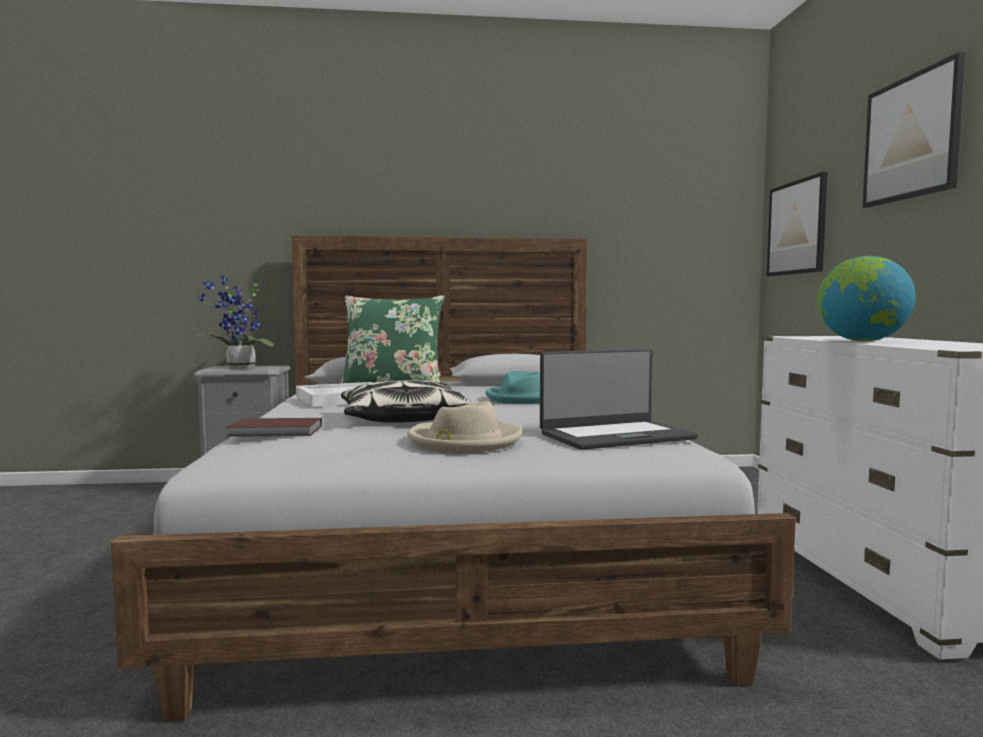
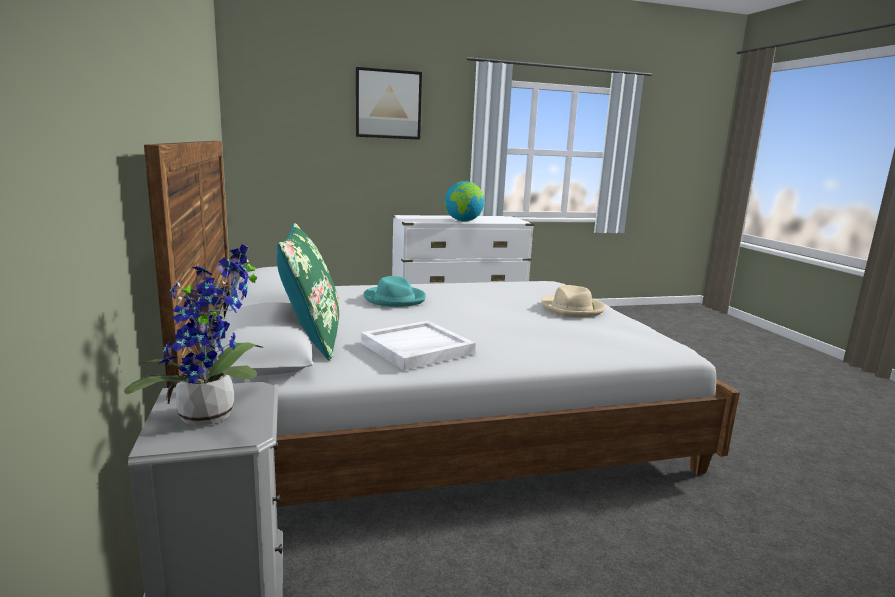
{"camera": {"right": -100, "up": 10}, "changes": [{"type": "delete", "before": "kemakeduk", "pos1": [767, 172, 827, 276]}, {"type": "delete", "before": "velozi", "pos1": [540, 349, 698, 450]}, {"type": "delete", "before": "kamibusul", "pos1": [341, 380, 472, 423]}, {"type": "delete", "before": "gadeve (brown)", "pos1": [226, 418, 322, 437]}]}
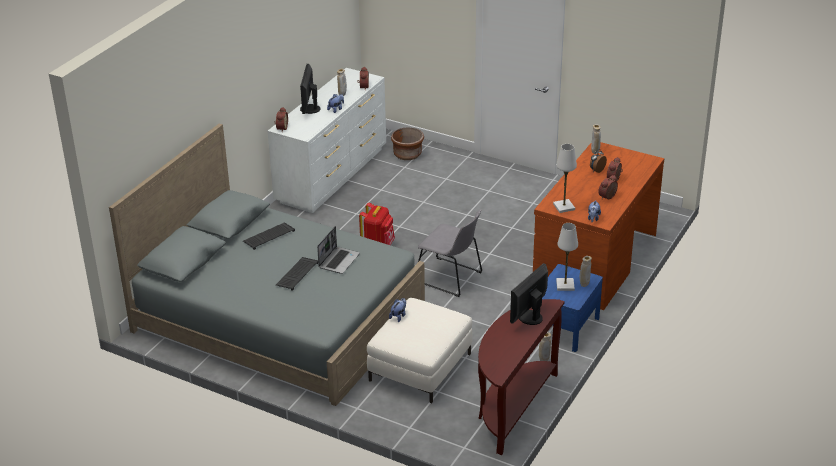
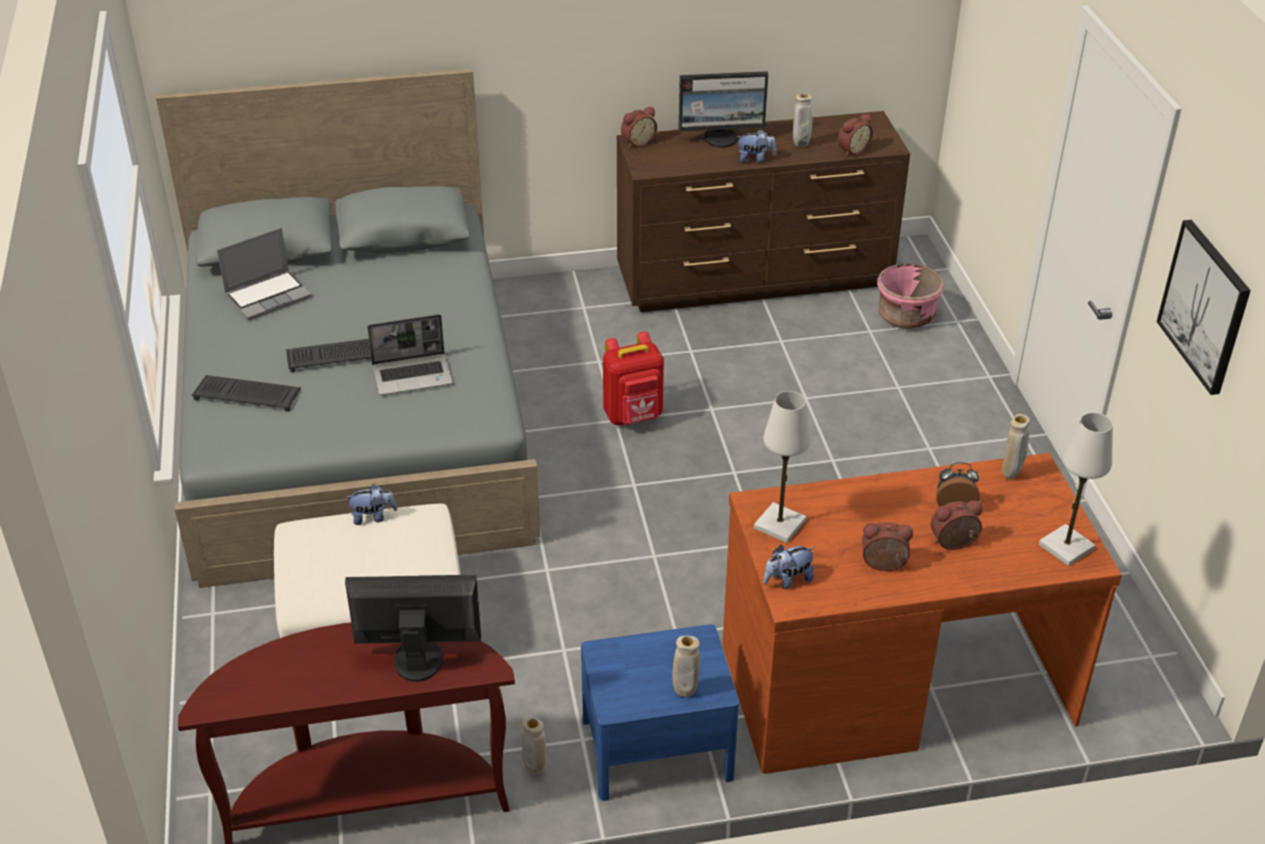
{"camera": {"right": 50, "up": 5}, "changes": [{"type": "rotate", "before": "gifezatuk", "pos1": [300, 64, 320, 114], "pos2": [678, 71, 768, 148], "turn": -150}, {"type": "recolor", "before": "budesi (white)", "after": "budesi (brown)", "pos1": [268, 68, 386, 213], "pos2": [617, 111, 910, 312]}, {"type": "recolor", "before": "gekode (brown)", "after": "gekode (pink)", "pos1": [391, 128, 424, 160], "pos2": [877, 263, 944, 329]}, {"type": "delete", "before": "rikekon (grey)", "pos1": [418, 210, 482, 297]}, {"type": "move", "before": "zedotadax", "pos1": [243, 222, 295, 250], "pos2": [192, 375, 301, 412]}, {"type": "move", "before": "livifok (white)", "pos1": [556, 223, 578, 291], "pos2": [1039, 413, 1113, 566]}, {"type": "insert", "after": "kemakeduk", "pos2": [1157, 220, 1251, 395]}, {"type": "insert", "after": "velozi", "pos2": [217, 227, 312, 320]}]}
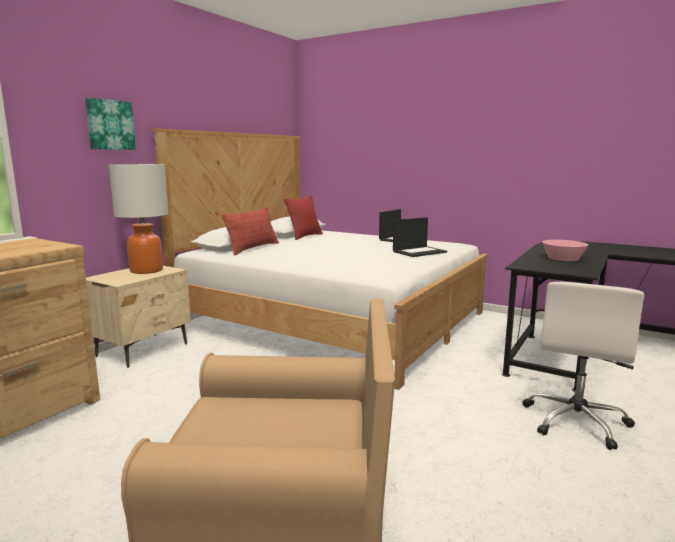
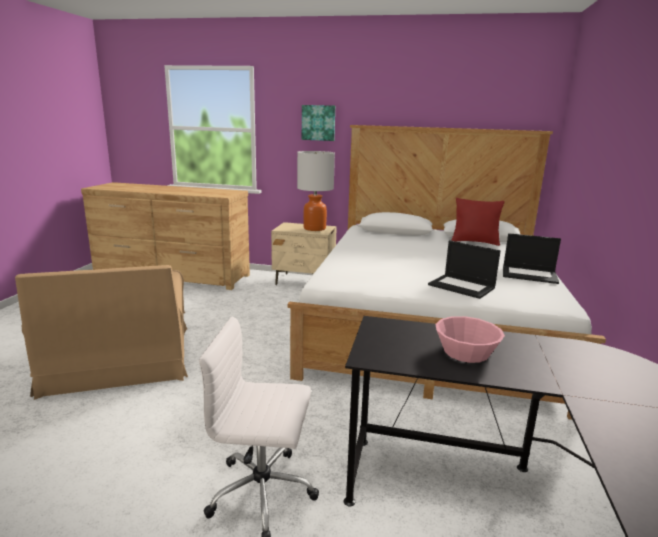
{"camera": {"right": 70, "up": 5}, "changes": [{"type": "delete", "before": "kamibusul", "pos1": [221, 207, 279, 256]}]}
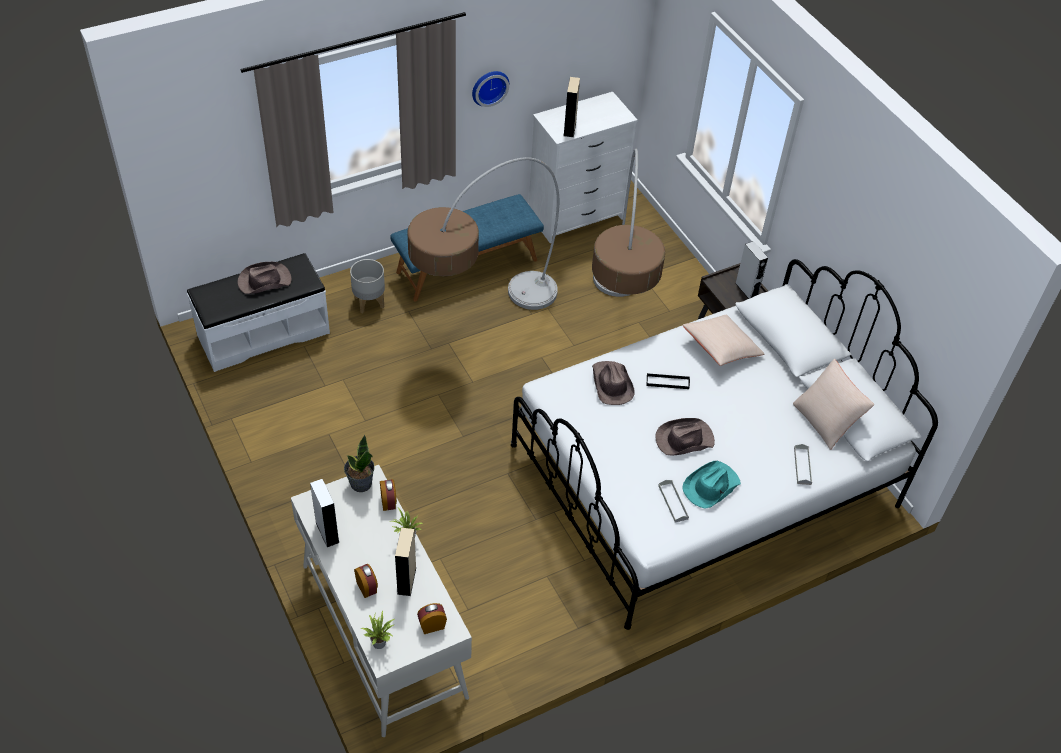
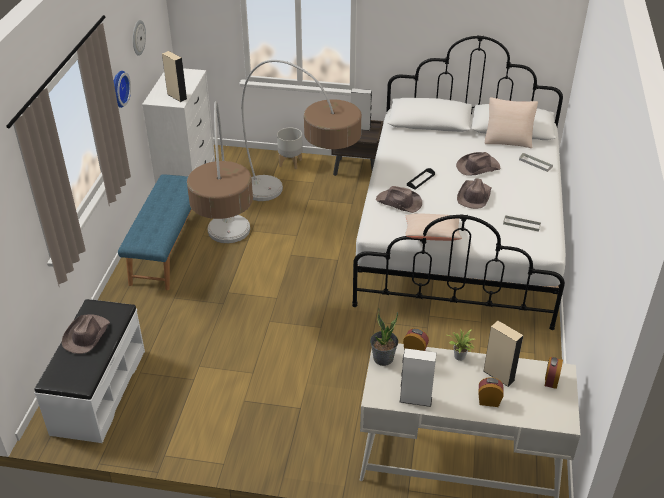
{"camera": {"right": -50, "up": -10}, "changes": [{"type": "move", "before": "gekode (grey)", "pos1": [350, 259, 385, 314], "pos2": [277, 127, 303, 169]}, {"type": "move", "before": "kamibusul (beige)", "pos1": [683, 315, 764, 366], "pos2": [405, 213, 462, 241]}, {"type": "delete", "before": "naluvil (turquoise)", "pos1": [682, 461, 741, 509]}, {"type": "delete", "before": "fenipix", "pos1": [361, 610, 394, 649]}, {"type": "insert", "after": "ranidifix", "pos2": [133, 20, 146, 56]}, {"type": "insert", "after": "naluvil (brown)", "pos2": [456, 152, 500, 176]}]}
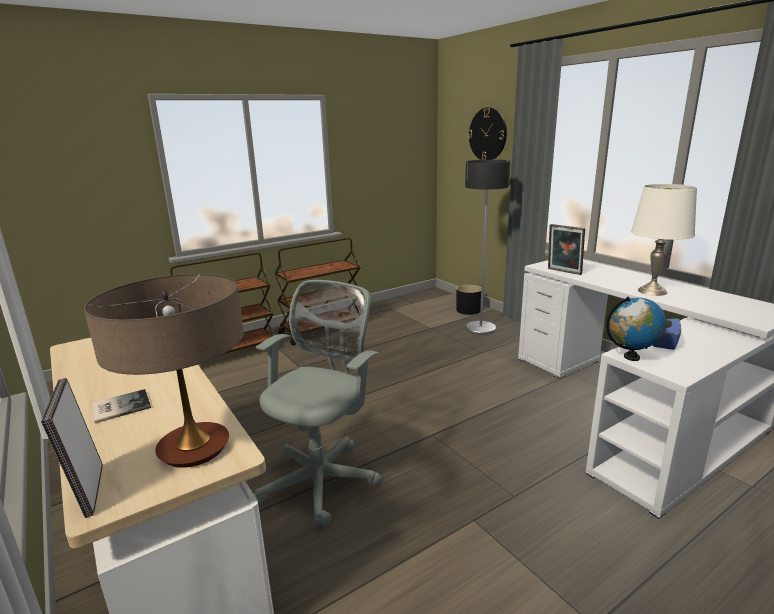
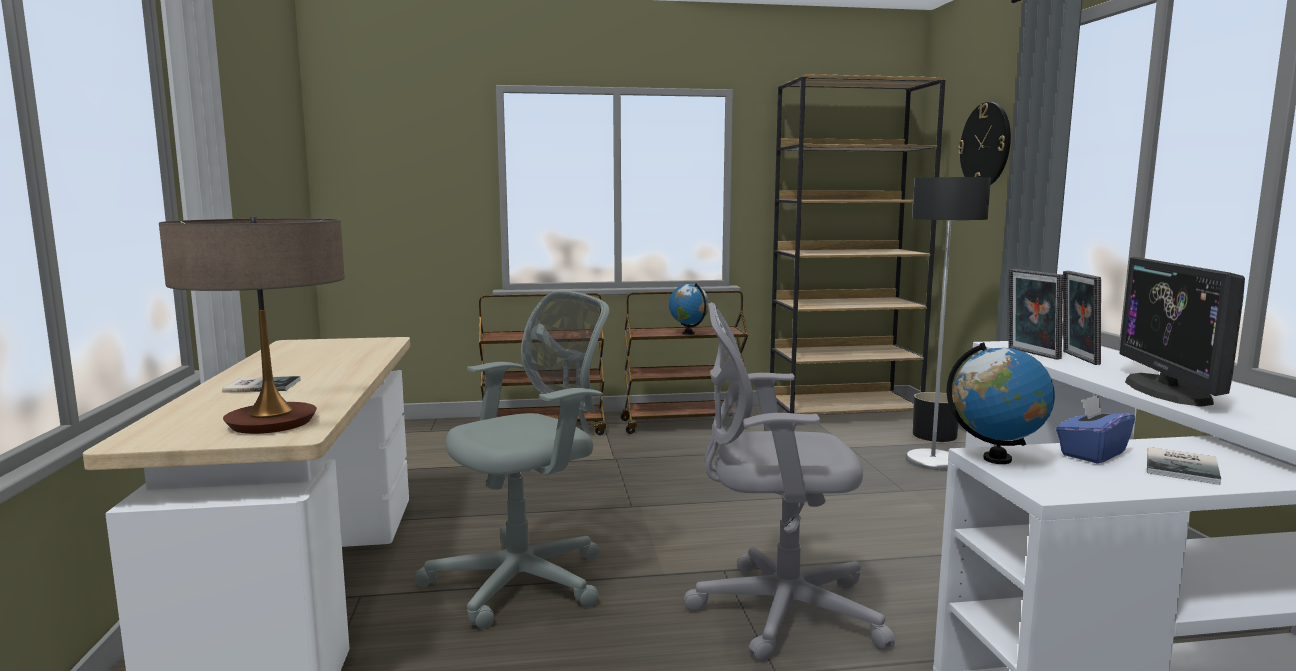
{"camera": {"right": 25, "up": -10}, "changes": [{"type": "replace", "before": "livifok (white)", "after": "gifezatuk", "pos1": [631, 184, 697, 296], "pos2": [1120, 257, 1245, 407]}, {"type": "move", "before": "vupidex", "pos1": [41, 378, 103, 518], "pos2": [1063, 271, 1101, 365]}, {"type": "insert", "after": "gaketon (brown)", "pos2": [770, 74, 946, 414]}, {"type": "insert", "after": "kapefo", "pos2": [669, 283, 709, 335]}, {"type": "insert", "after": "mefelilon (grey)", "pos2": [684, 302, 895, 662]}, {"type": "insert", "after": "gadeve", "pos2": [1147, 447, 1221, 485]}]}
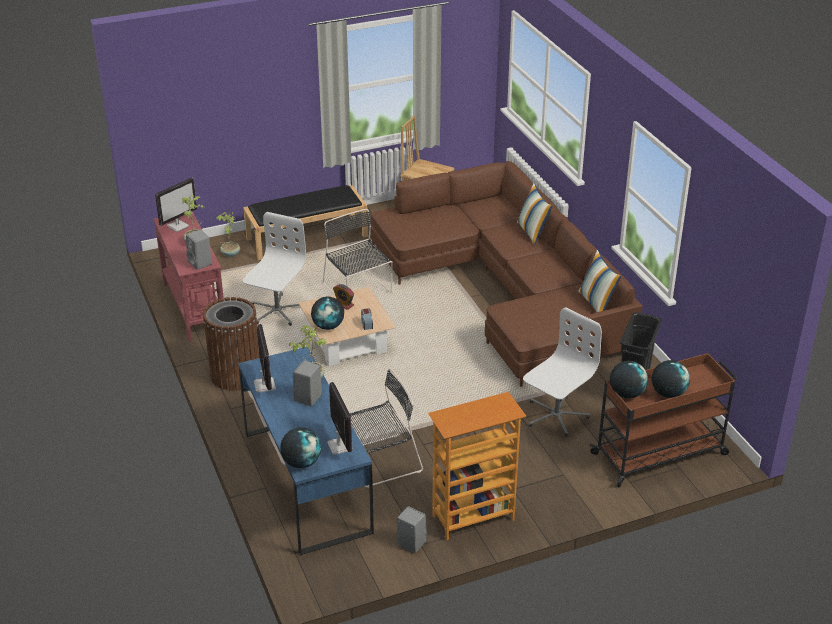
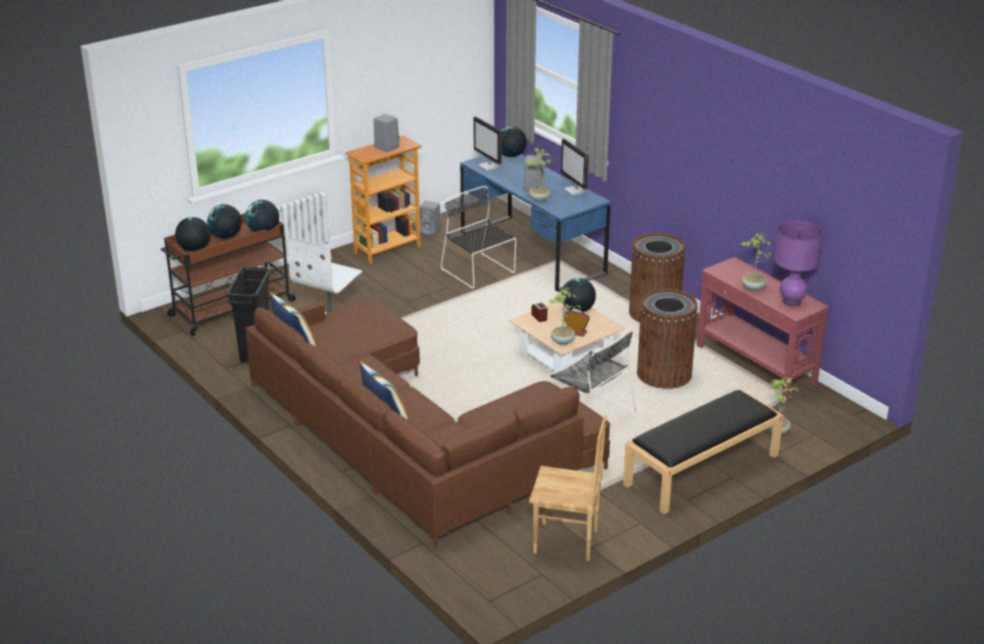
{"camera": {"right": 165, "up": -5}, "changes": [{"type": "replace", "before": "gifezatuk", "after": "livifok (purple)", "pos1": [155, 178, 197, 232], "pos2": [774, 221, 823, 307]}, {"type": "replace", "before": "mefelilon (white)", "after": "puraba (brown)", "pos1": [243, 212, 306, 326], "pos2": [637, 289, 698, 389]}, {"type": "move", "before": "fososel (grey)", "pos1": [186, 230, 212, 270], "pos2": [374, 114, 399, 152]}, {"type": "rotate", "before": "rikekon (black)", "pos1": [350, 368, 423, 488], "pos2": [441, 186, 516, 289], "turn": 90}, {"type": "insert", "after": "kapefo", "pos2": [175, 217, 210, 252]}, {"type": "insert", "after": "fenipix", "pos2": [548, 286, 581, 345]}]}
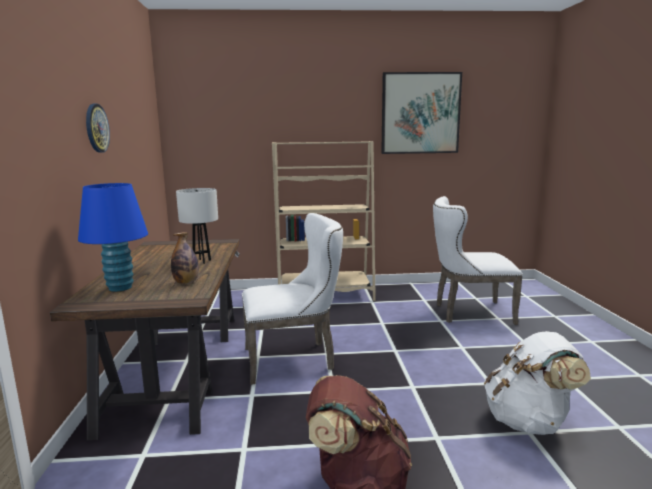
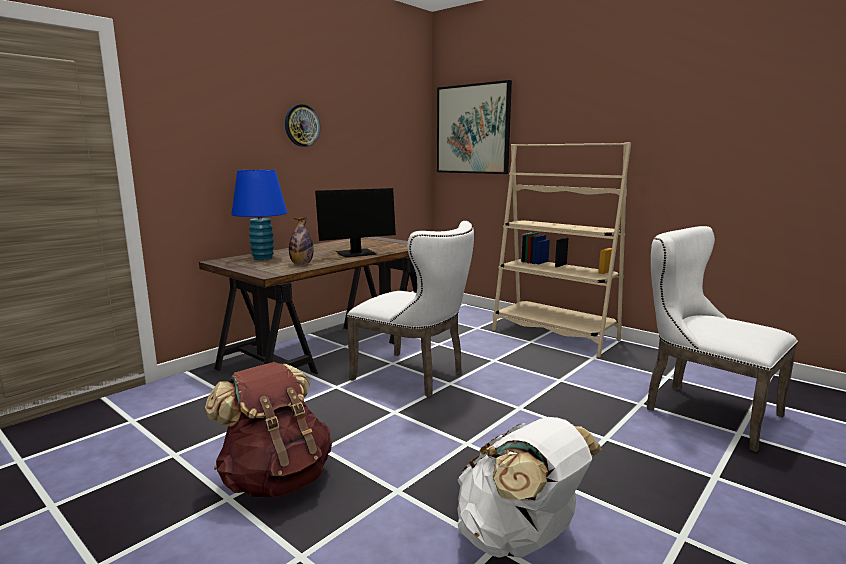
{"camera": {"right": 45, "up": 0}, "changes": [{"type": "move", "before": "kemakeduk", "pos1": [381, 72, 462, 154], "pos2": [437, 80, 512, 174]}, {"type": "replace", "before": "livifok (white)", "after": "gifezatuk", "pos1": [176, 188, 218, 264], "pos2": [315, 188, 396, 257]}]}
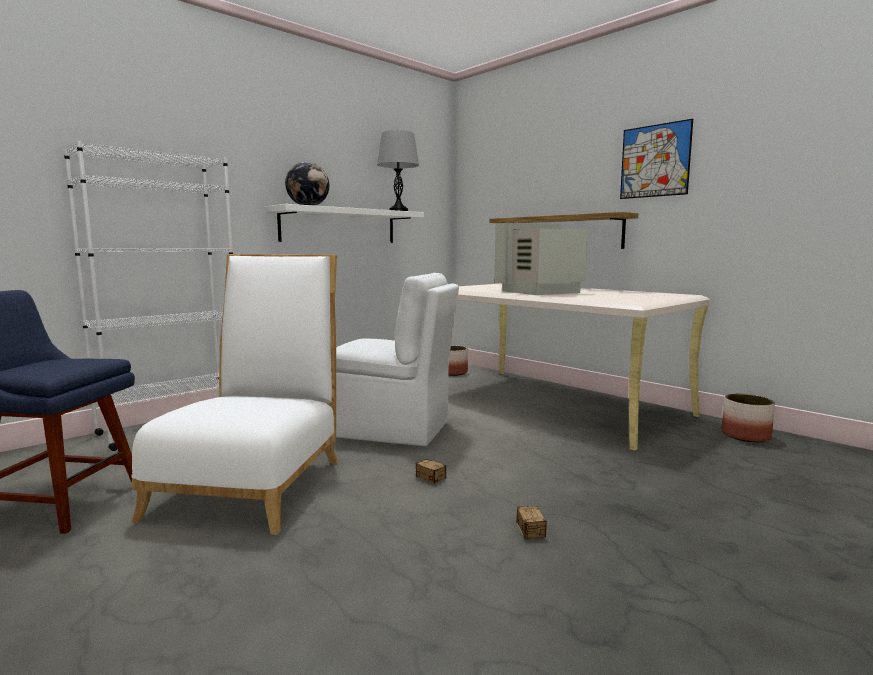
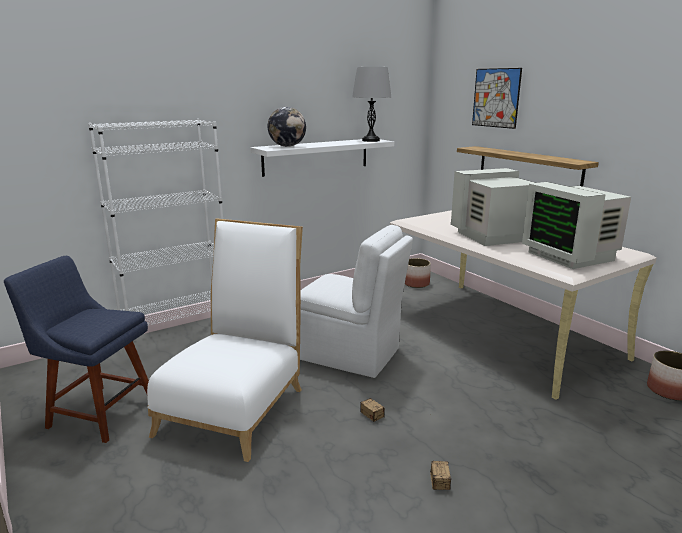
{"camera": {"right": 10, "up": 10}, "changes": [{"type": "move", "before": "kemakeduk", "pos1": [620, 119, 693, 199], "pos2": [472, 68, 522, 129]}, {"type": "insert", "after": "gifezatuk", "pos2": [522, 182, 631, 269]}]}
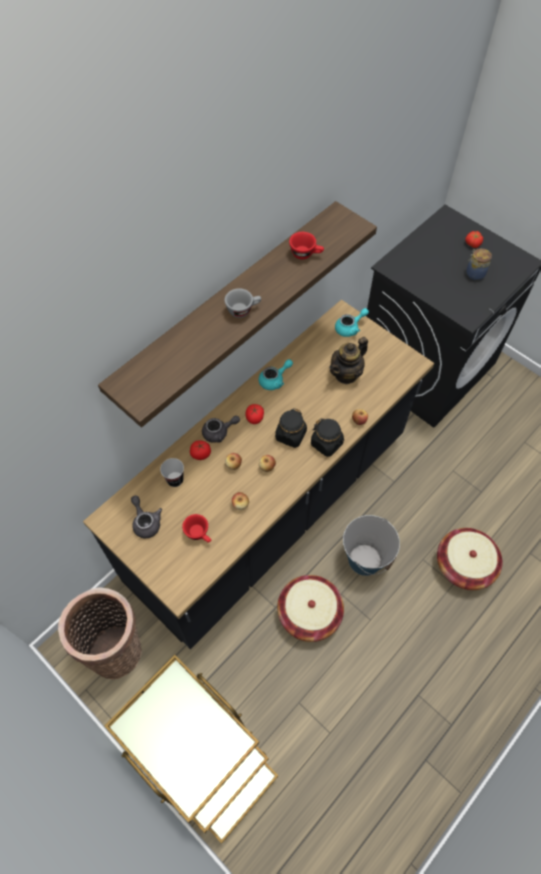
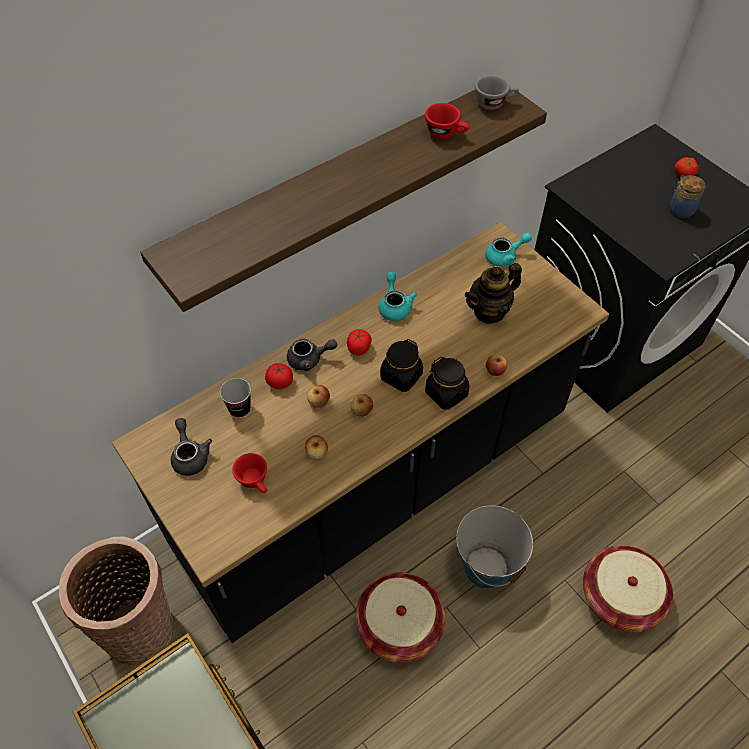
{"camera": {"right": 10, "up": -5}, "changes": [{"type": "move", "before": "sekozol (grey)", "pos1": [224, 289, 261, 318], "pos2": [475, 75, 519, 110]}, {"type": "rotate", "before": "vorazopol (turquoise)", "pos1": [259, 359, 293, 390], "pos2": [379, 272, 417, 321], "turn": -75}]}
